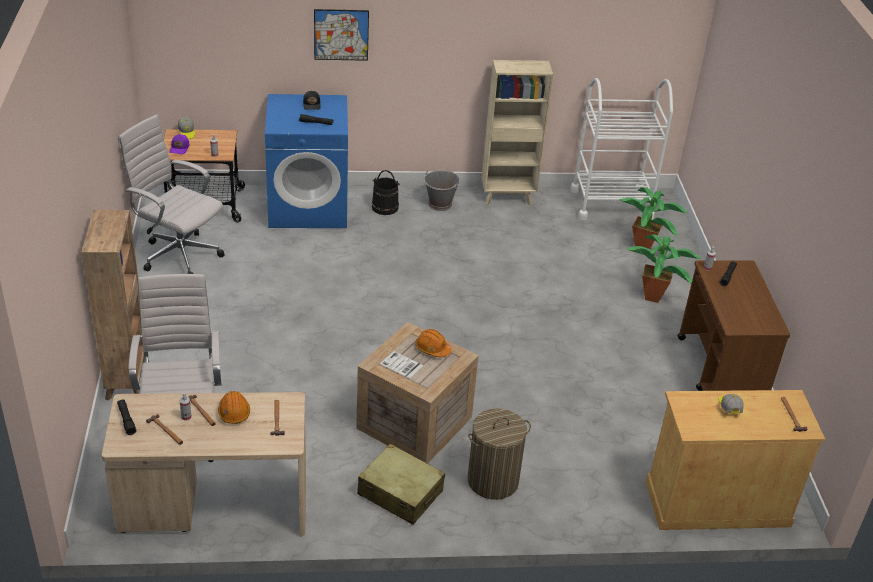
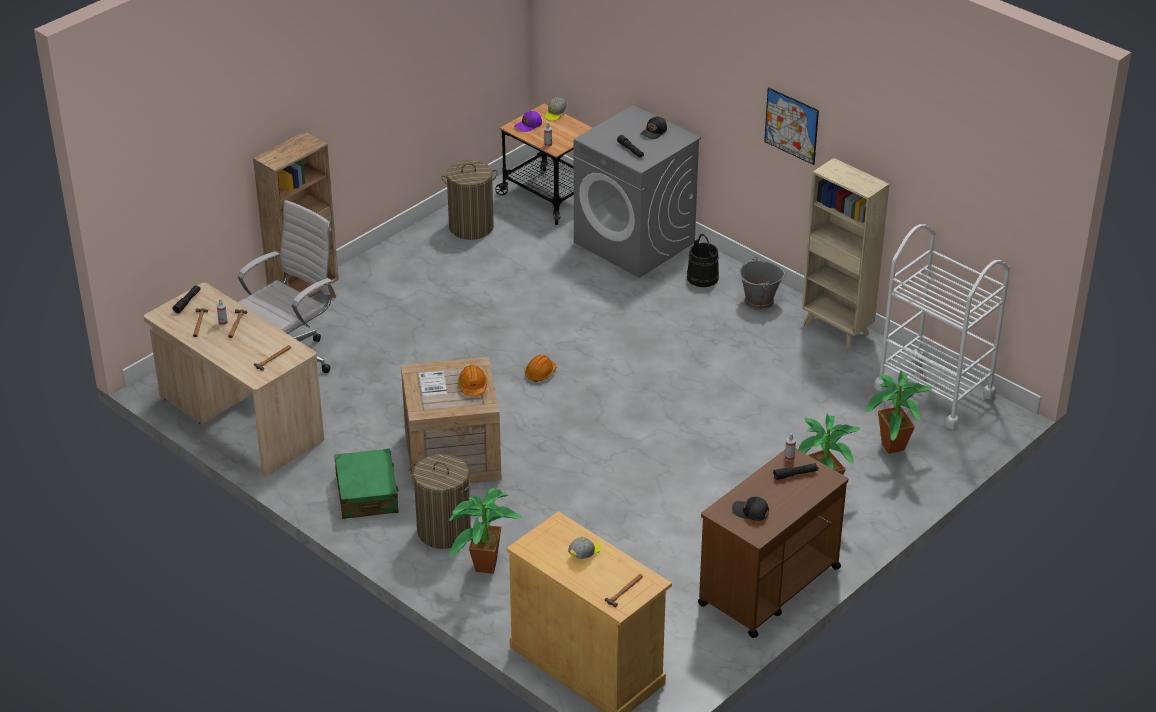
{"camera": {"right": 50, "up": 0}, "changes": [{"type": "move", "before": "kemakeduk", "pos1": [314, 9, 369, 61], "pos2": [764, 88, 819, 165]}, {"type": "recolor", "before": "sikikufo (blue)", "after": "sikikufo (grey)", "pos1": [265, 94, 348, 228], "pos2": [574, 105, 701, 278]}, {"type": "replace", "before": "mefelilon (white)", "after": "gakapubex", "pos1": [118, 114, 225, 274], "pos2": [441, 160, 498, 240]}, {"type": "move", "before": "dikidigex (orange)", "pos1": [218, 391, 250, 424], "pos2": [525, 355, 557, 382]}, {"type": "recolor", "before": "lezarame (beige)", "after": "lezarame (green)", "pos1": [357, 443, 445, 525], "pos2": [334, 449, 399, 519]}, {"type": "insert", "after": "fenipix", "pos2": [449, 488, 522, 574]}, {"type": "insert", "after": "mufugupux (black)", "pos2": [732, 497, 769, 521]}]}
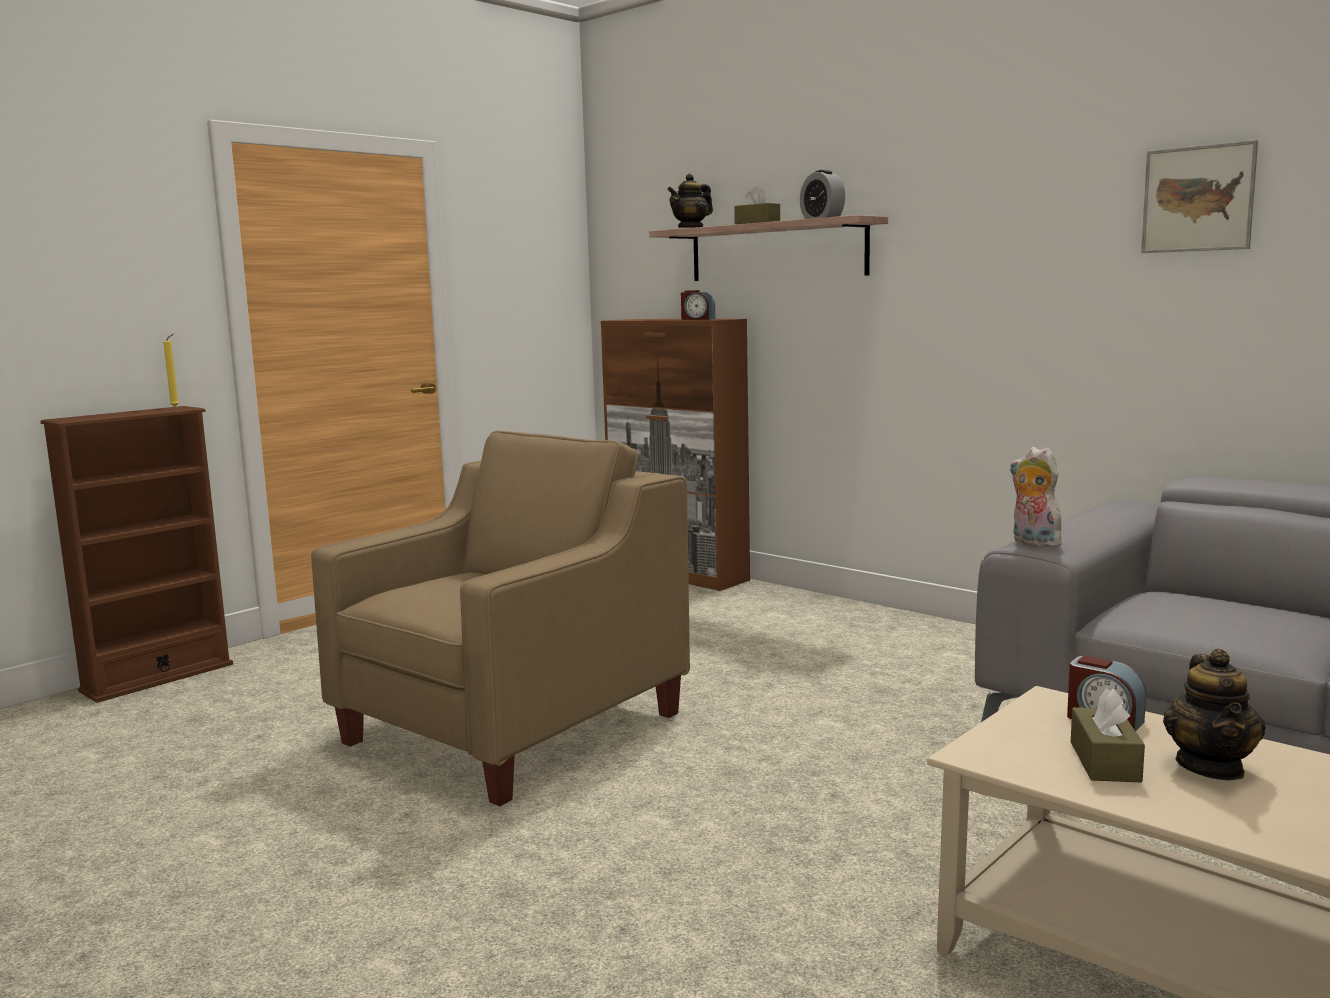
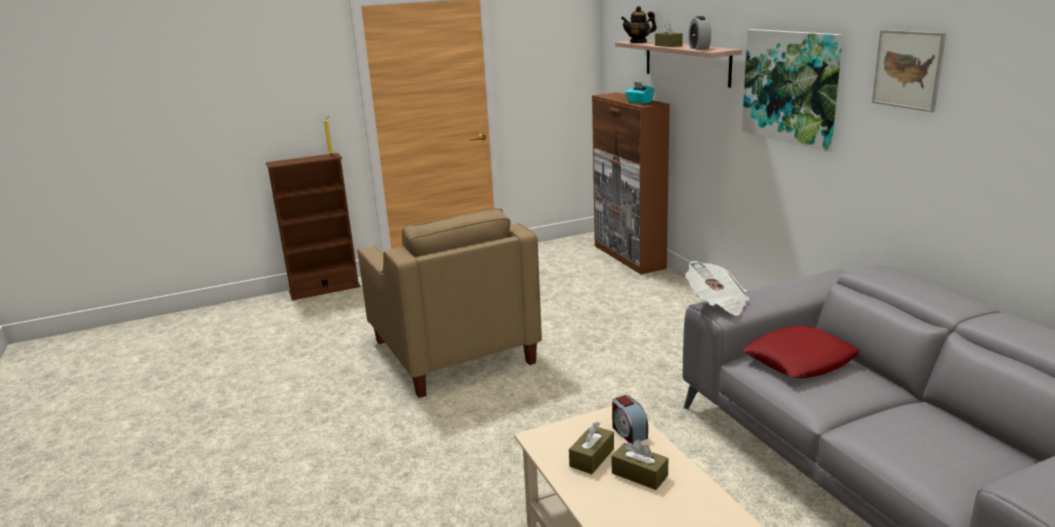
{"camera": {"right": 25, "up": 10}, "changes": [{"type": "replace", "before": "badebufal", "after": "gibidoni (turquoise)", "pos1": [681, 290, 715, 320], "pos2": [625, 82, 655, 104]}, {"type": "rotate", "before": "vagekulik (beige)", "pos1": [311, 431, 690, 806], "pos2": [357, 208, 542, 398], "turn": 90}, {"type": "replace", "before": "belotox", "after": "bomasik", "pos1": [1010, 447, 1062, 548], "pos2": [685, 261, 750, 316]}, {"type": "replace", "before": "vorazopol", "after": "gibidoni (brown)", "pos1": [1163, 649, 1266, 780], "pos2": [612, 439, 668, 490]}, {"type": "insert", "after": "kemakeduk", "pos2": [742, 29, 843, 152]}, {"type": "insert", "after": "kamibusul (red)", "pos2": [743, 325, 860, 378]}]}
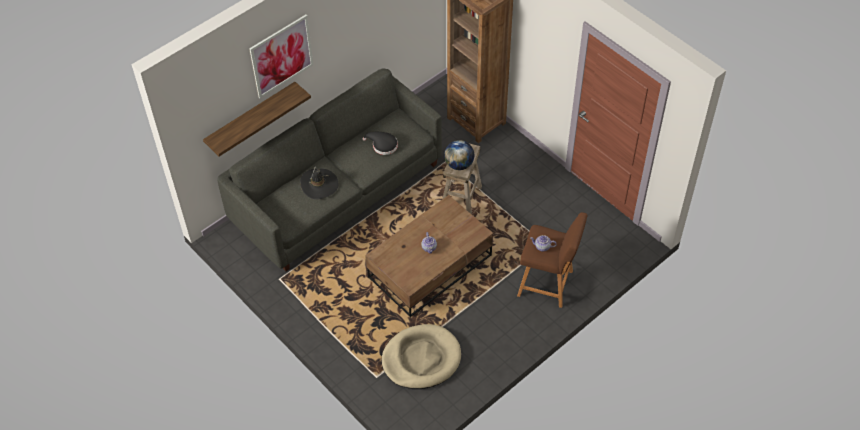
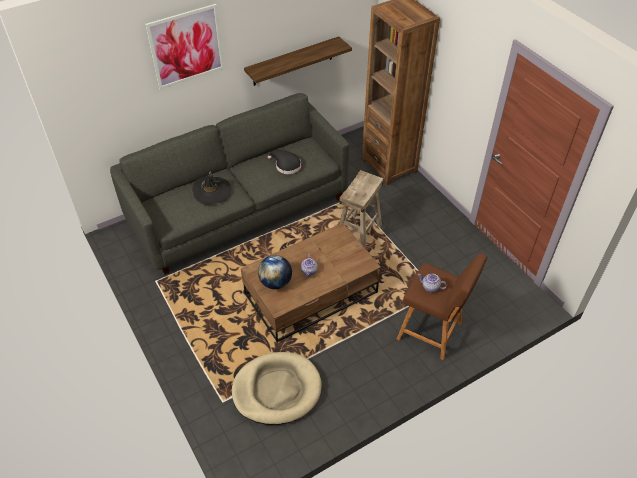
{"camera": {"right": 10, "up": -5}, "changes": [{"type": "move", "before": "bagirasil", "pos1": [203, 82, 311, 156], "pos2": [244, 37, 352, 86]}, {"type": "move", "before": "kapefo", "pos1": [444, 140, 474, 170], "pos2": [258, 255, 292, 289]}]}
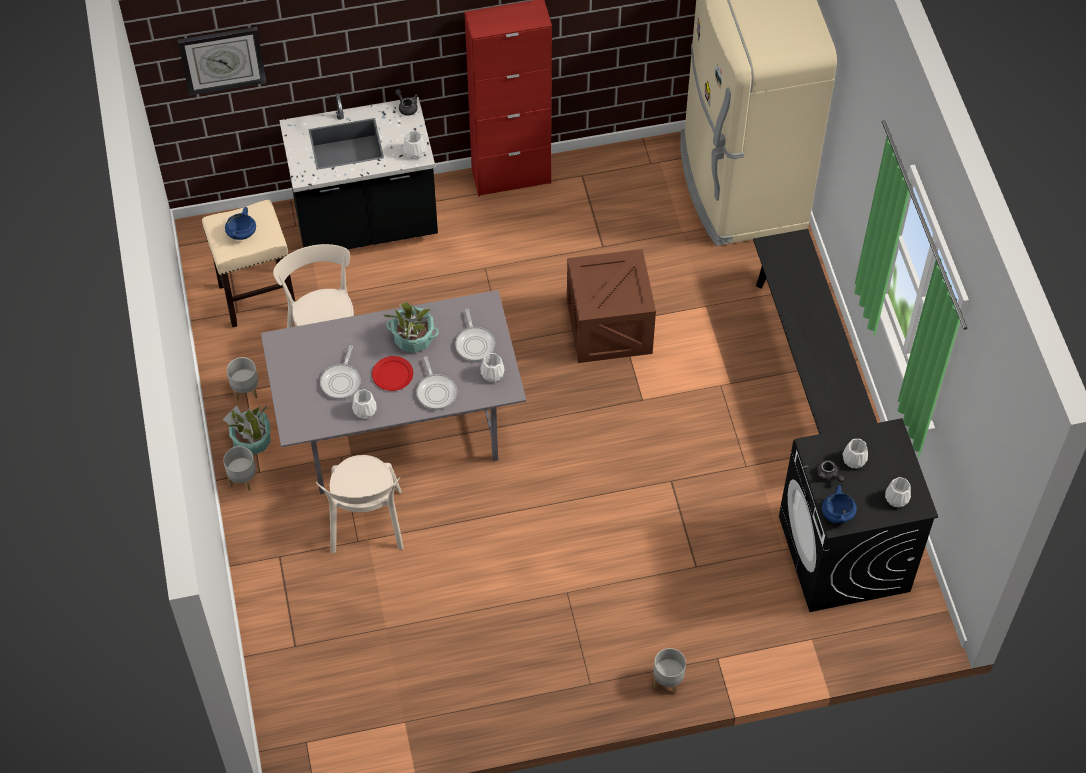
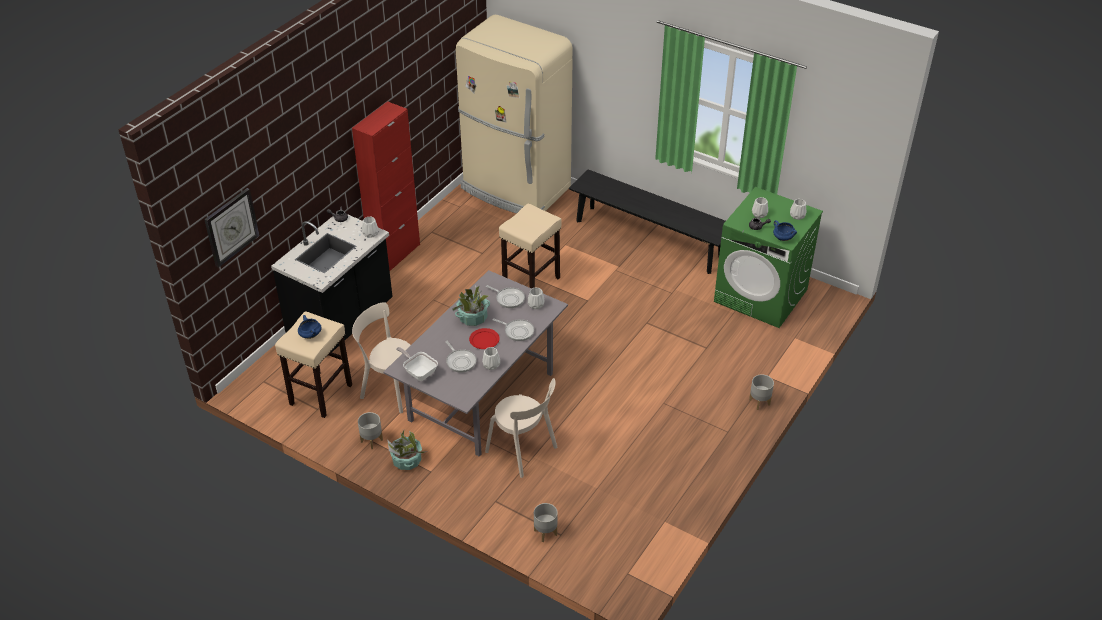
{"camera": {"right": -45, "up": -15}, "changes": [{"type": "replace", "before": "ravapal", "after": "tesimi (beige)", "pos1": [567, 249, 656, 363], "pos2": [499, 204, 562, 289]}, {"type": "recolor", "before": "sikikufo (black)", "after": "sikikufo (green)", "pos1": [779, 418, 938, 612], "pos2": [714, 187, 823, 328]}, {"type": "move", "before": "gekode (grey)", "pos1": [223, 446, 257, 491], "pos2": [534, 503, 558, 542]}, {"type": "insert", "after": "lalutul", "pos2": [396, 347, 438, 381]}]}
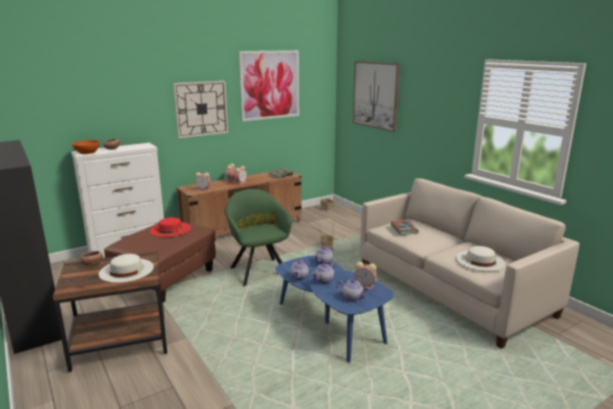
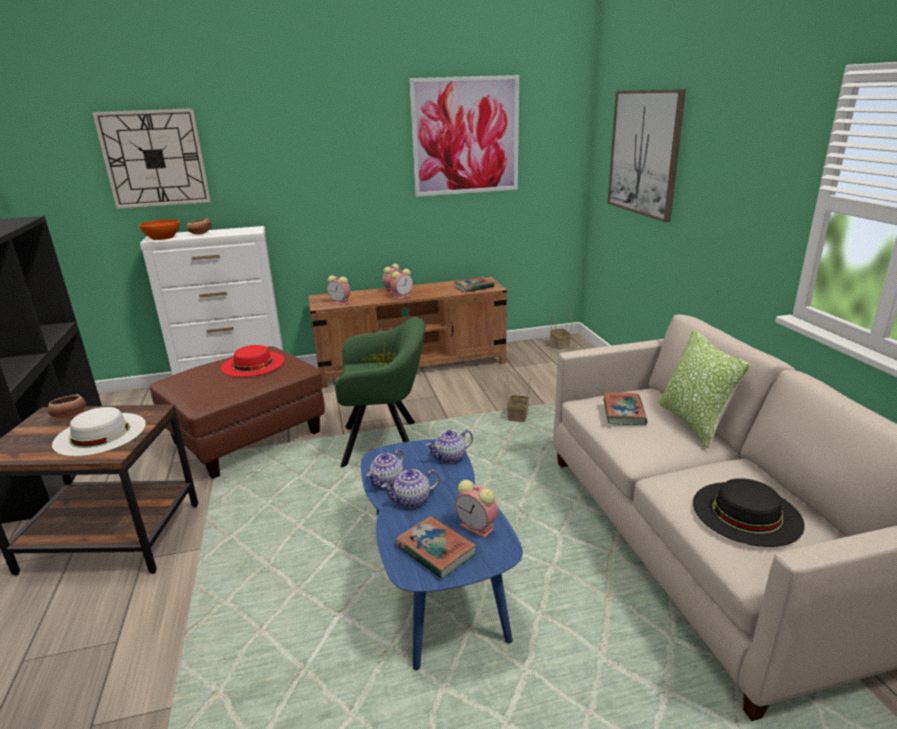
{"camera": {"right": 20, "up": 5}, "changes": [{"type": "move", "before": "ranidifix", "pos1": [173, 81, 228, 138], "pos2": [92, 108, 211, 209]}, {"type": "rotate", "before": "vagekulik (green)", "pos1": [226, 189, 292, 287], "pos2": [335, 317, 426, 467], "turn": 90}, {"type": "recolor", "before": "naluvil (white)", "after": "naluvil (black)", "pos1": [456, 246, 506, 271], "pos2": [693, 478, 805, 547]}, {"type": "replace", "before": "vorazopol", "after": "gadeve", "pos1": [336, 280, 370, 302], "pos2": [396, 516, 477, 579]}, {"type": "insert", "after": "kamibusul", "pos2": [658, 329, 751, 448]}]}
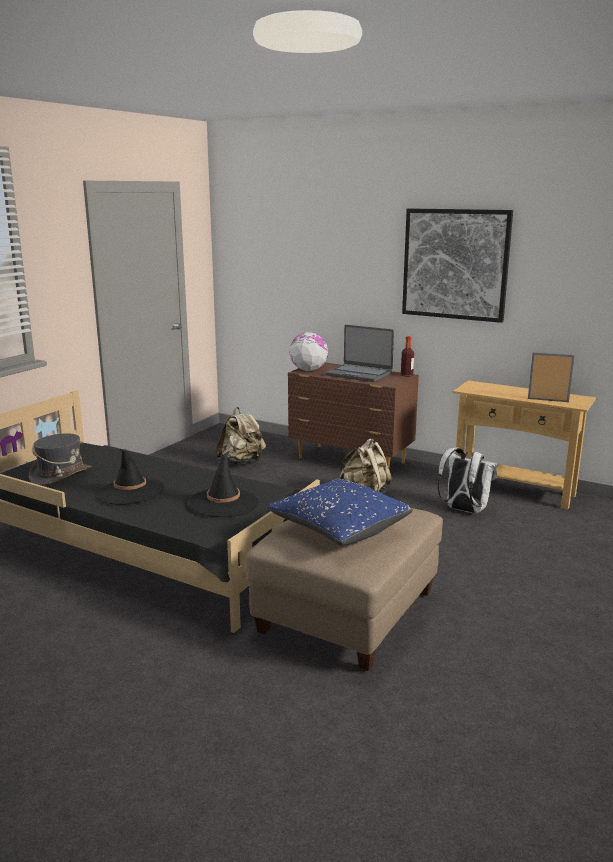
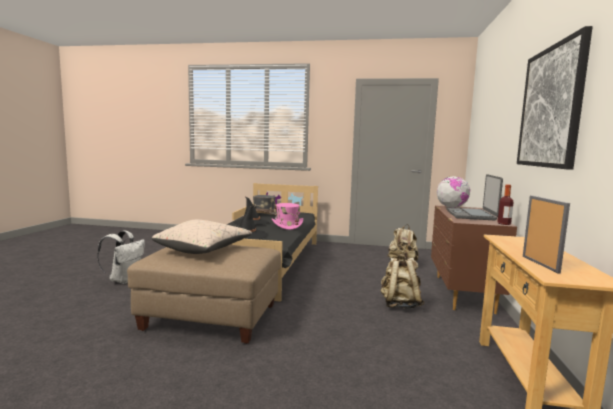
{"camera": {"right": 70, "up": -10}, "changes": [{"type": "move", "before": "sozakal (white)", "pos1": [437, 447, 497, 513], "pos2": [97, 230, 145, 284]}, {"type": "recolor", "before": "kamibusul (blue)", "after": "kamibusul (beige)", "pos1": [267, 478, 413, 545], "pos2": [152, 220, 252, 254]}, {"type": "insert", "after": "naluvil (pink)", "pos2": [272, 203, 303, 230]}]}
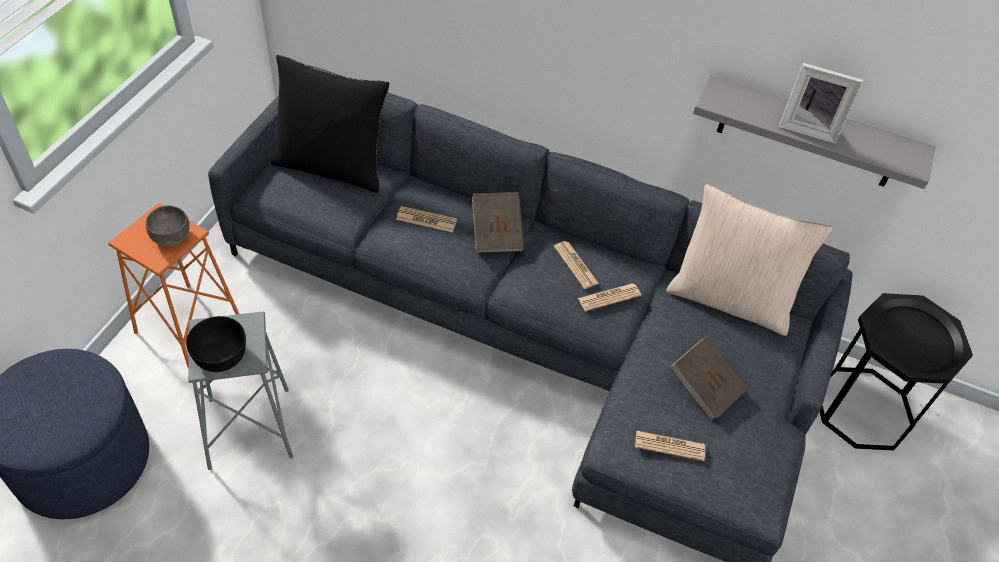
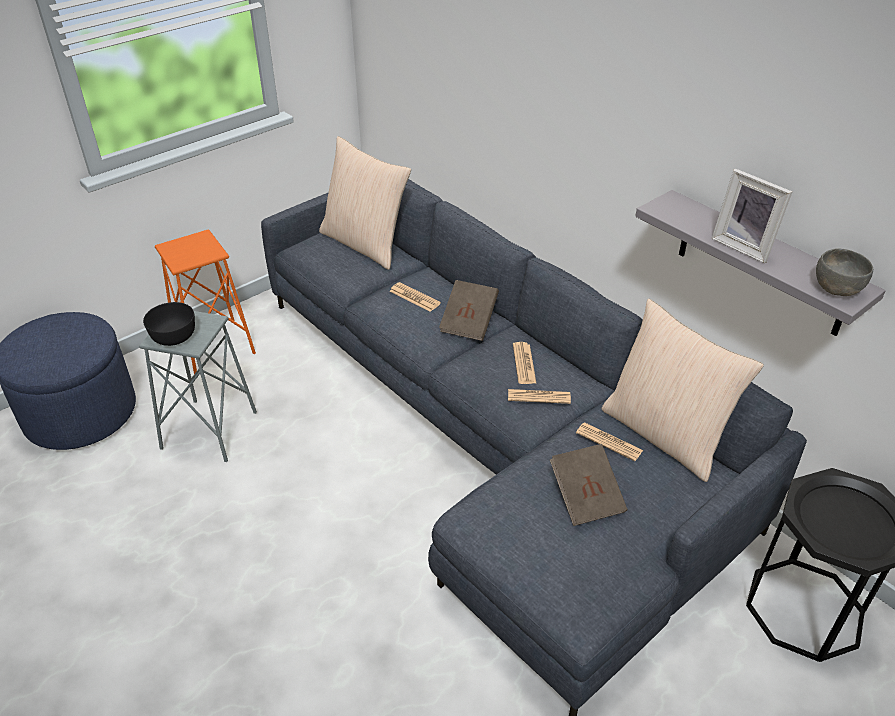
{"camera": {"right": 30, "up": -10}, "changes": [{"type": "recolor", "before": "kamibusul (black)", "after": "kamibusul (beige)", "pos1": [271, 55, 389, 193], "pos2": [319, 136, 411, 270]}, {"type": "move", "before": "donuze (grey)", "pos1": [145, 205, 189, 246], "pos2": [816, 249, 873, 296]}, {"type": "move", "before": "bomasik", "pos1": [635, 431, 705, 461], "pos2": [576, 423, 643, 461]}]}
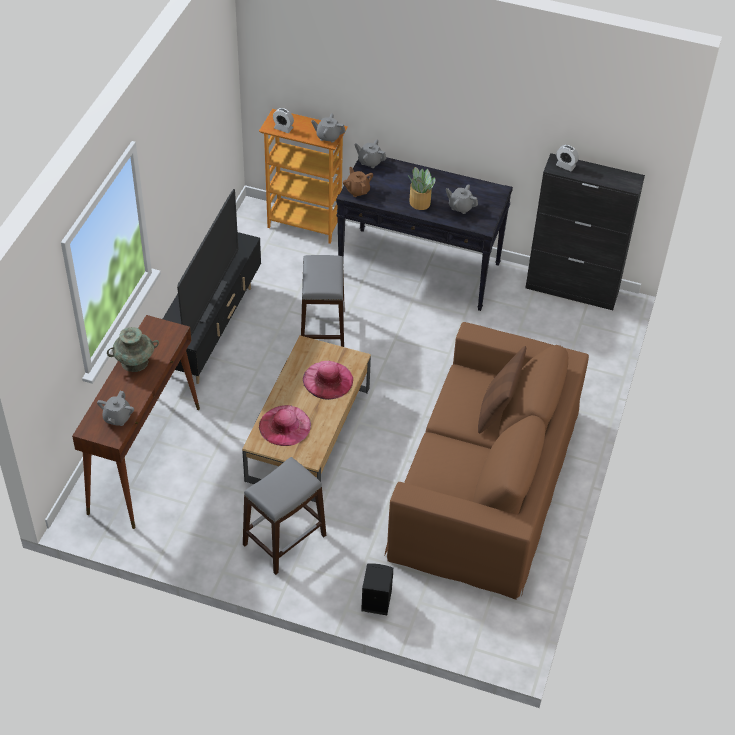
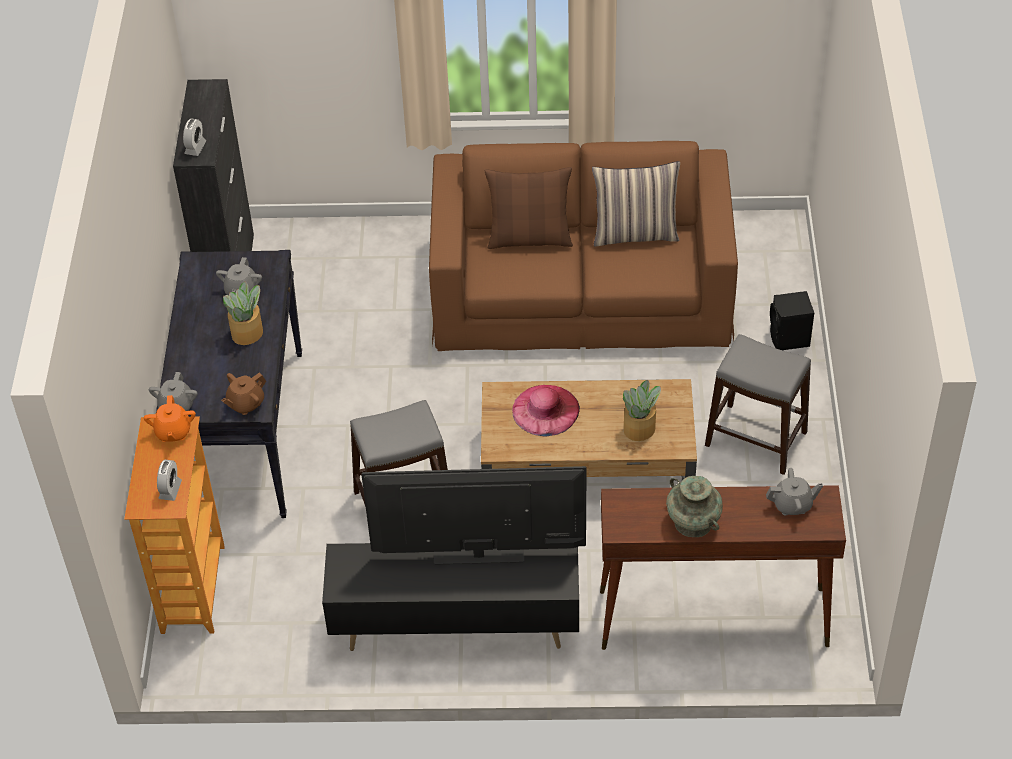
{"camera": {"right": -105, "up": 0}, "changes": [{"type": "recolor", "before": "vorazopol (grey)", "after": "vorazopol (orange)", "pos1": [311, 113, 346, 143], "pos2": [144, 395, 196, 442]}, {"type": "replace", "before": "naluvil (pink)", "after": "fenipix", "pos1": [259, 405, 311, 446], "pos2": [623, 380, 661, 441]}, {"type": "insert", "after": "kamibusul", "pos2": [592, 161, 680, 246]}]}
